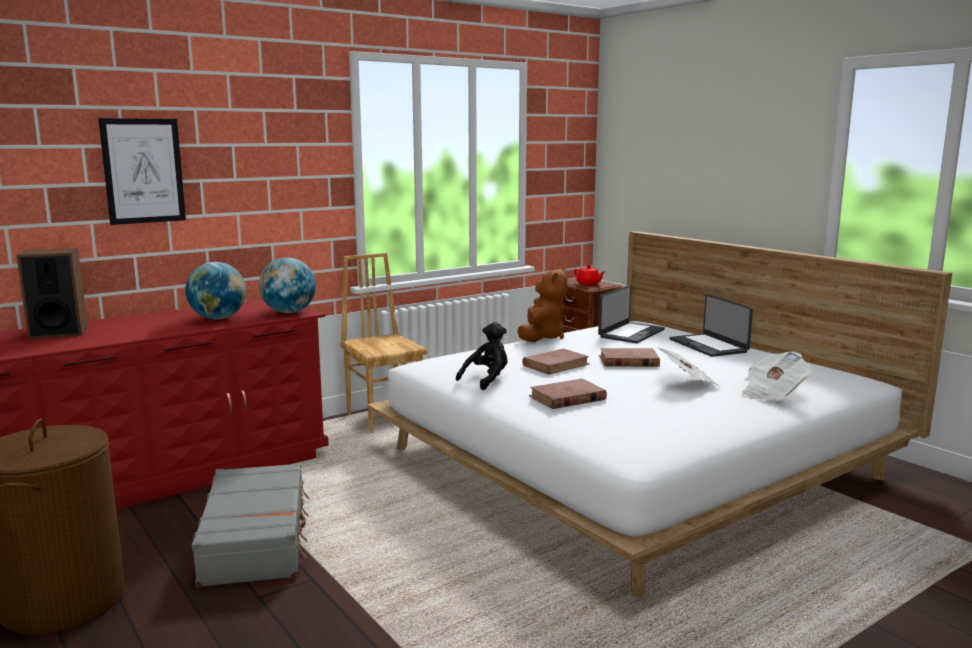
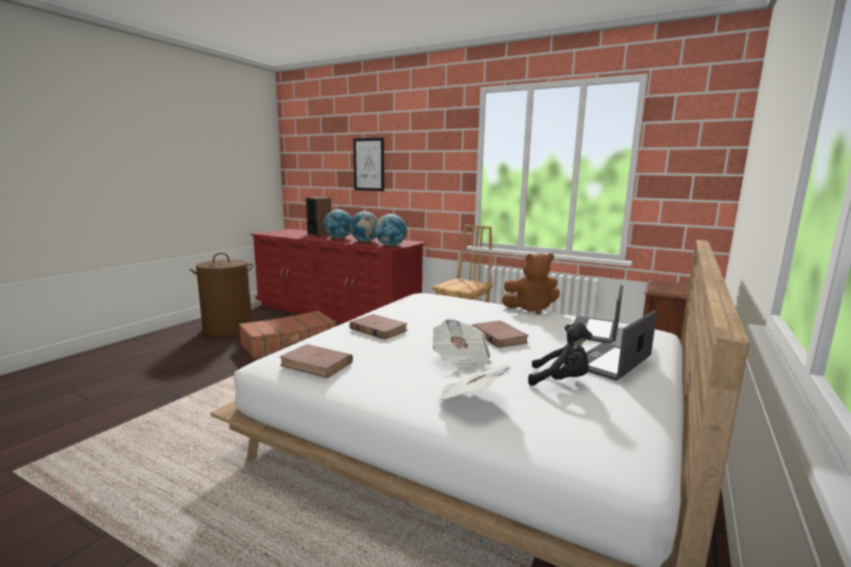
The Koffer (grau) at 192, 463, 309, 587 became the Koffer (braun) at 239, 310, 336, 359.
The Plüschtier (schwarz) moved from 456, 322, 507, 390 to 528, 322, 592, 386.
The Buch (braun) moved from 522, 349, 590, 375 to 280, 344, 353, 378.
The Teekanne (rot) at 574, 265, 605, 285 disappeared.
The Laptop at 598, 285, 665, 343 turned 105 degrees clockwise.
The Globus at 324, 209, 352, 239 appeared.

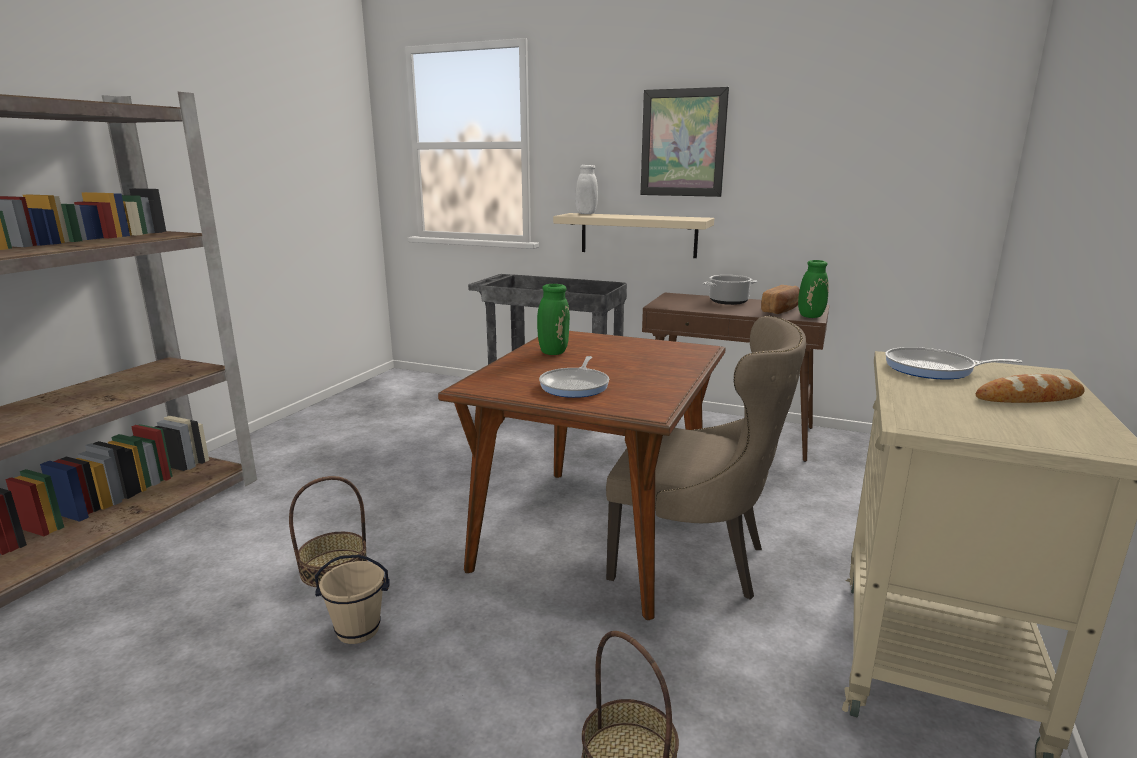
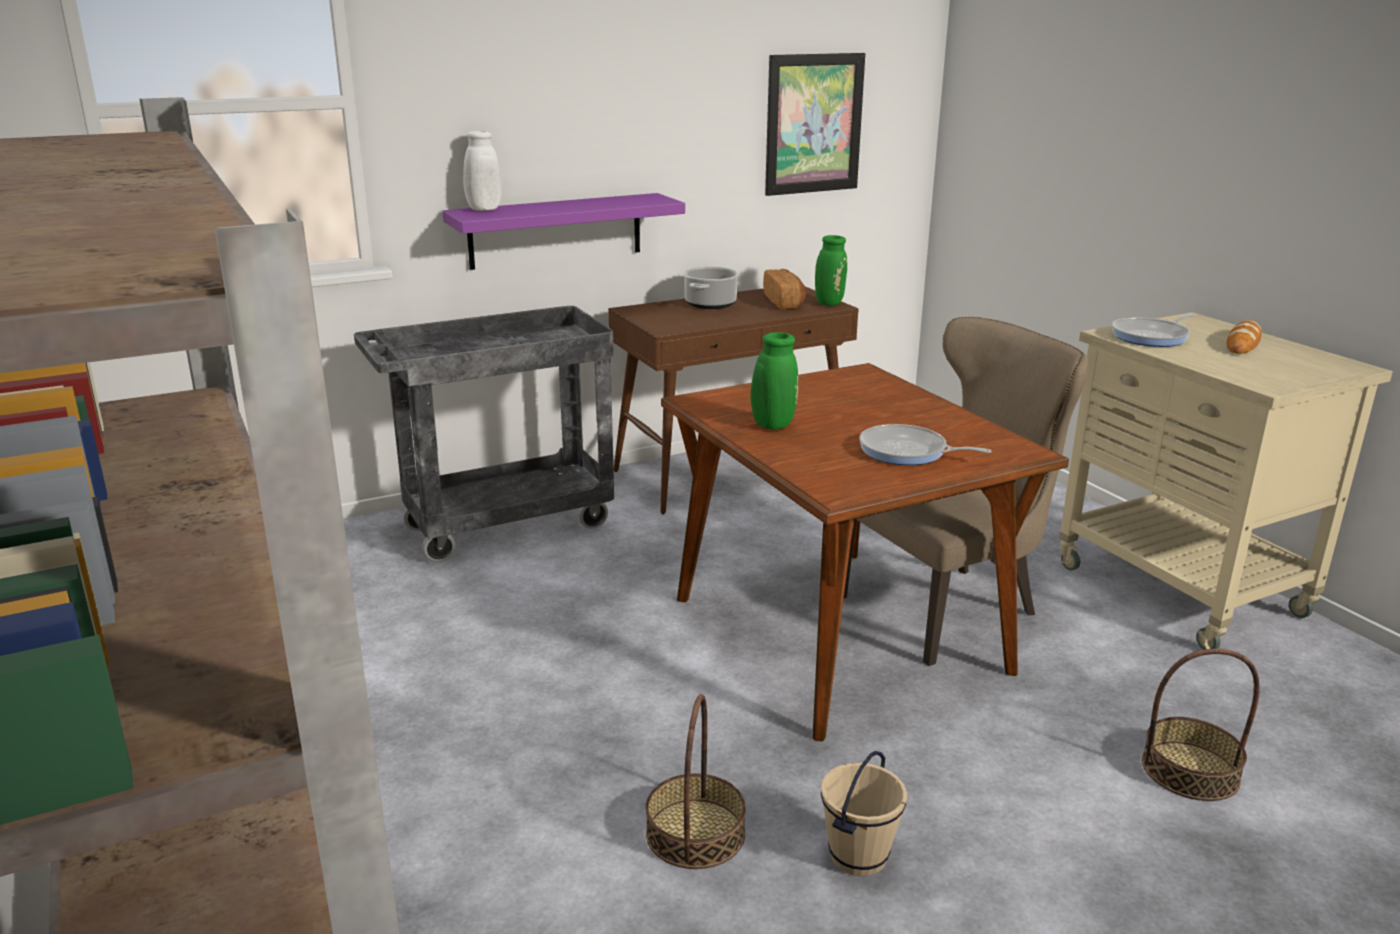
The Pfanne at 539, 356, 609, 398 turned 150 degrees clockwise.
The Wandregal (beige) at 553, 213, 714, 258 became the Wandregal (lila) at 442, 193, 685, 270.
The Bild moved from 641, 87, 729, 197 to 765, 53, 865, 196.

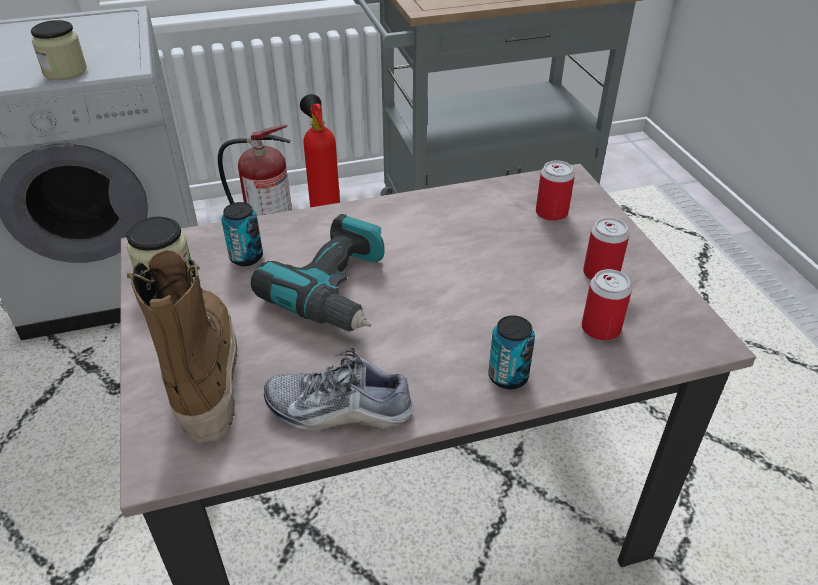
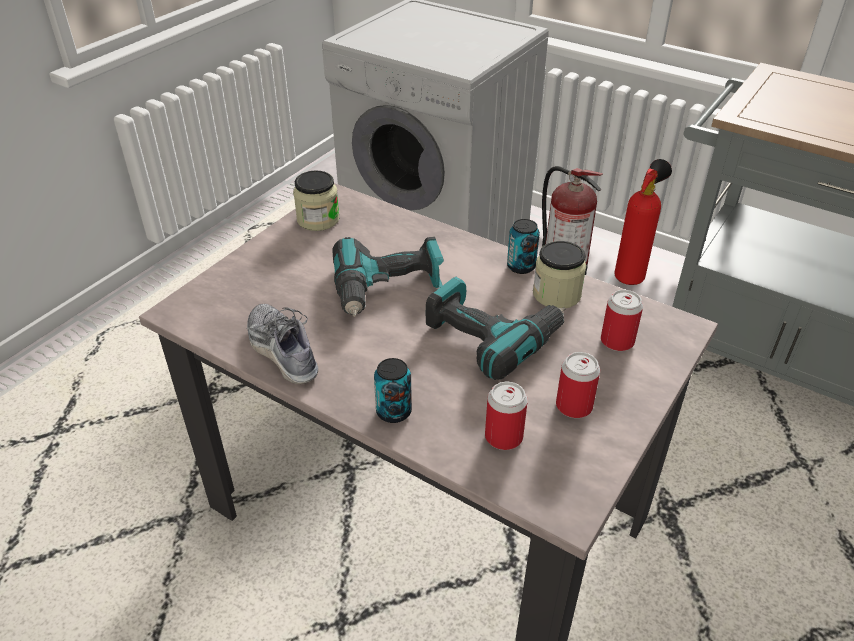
The Vorratsglas moved from 31, 20, 87, 80 to 533, 241, 586, 308.
The Stiefel at 127, 250, 237, 443 disappeared.
The Dose moved from 221, 202, 263, 266 to 507, 219, 540, 274.
The Bohrmaschine at 426, 277, 566, 380 appeared.

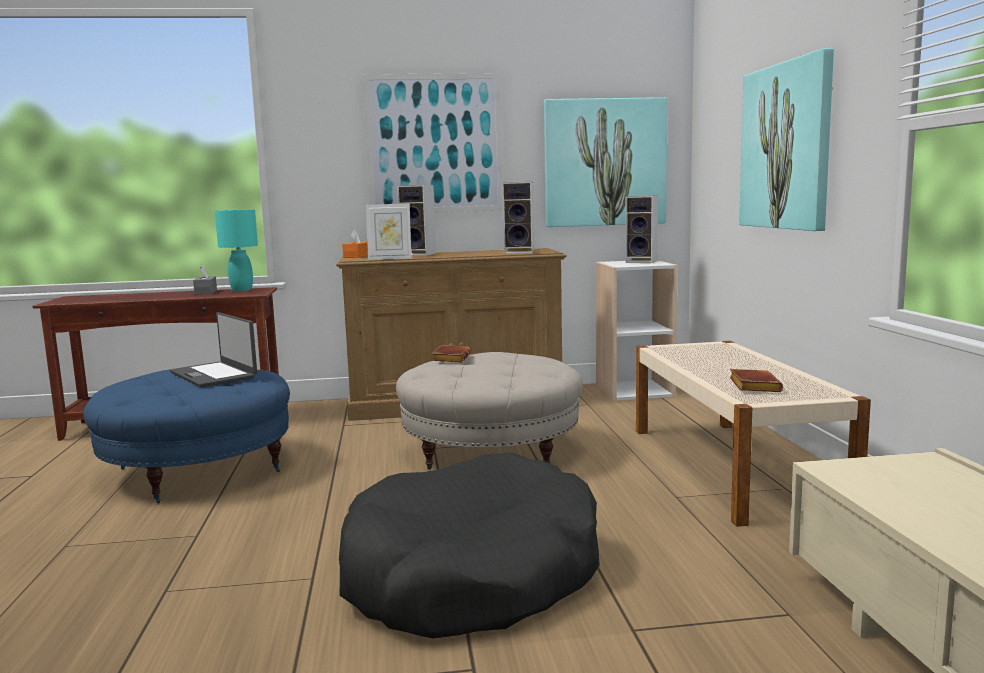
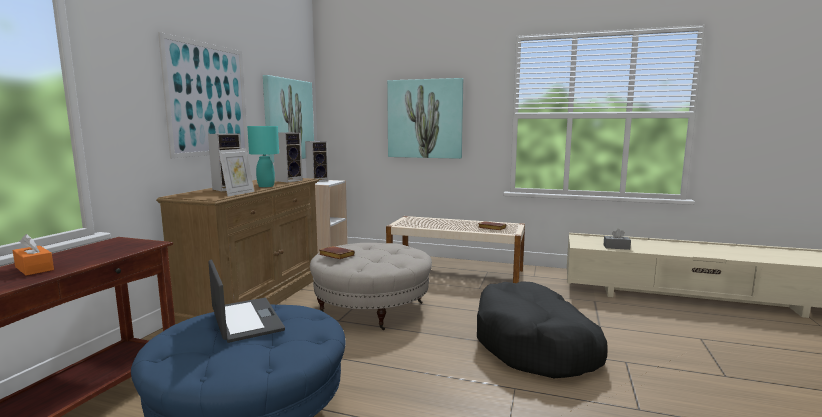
The Laptop at 170, 312, 257, 387 turned 105 degrees counterclockwise.
The Taschentuchbox (grau) moved from 193, 265, 217, 294 to 604, 229, 631, 250.
The Tischlampe (türkis) moved from 215, 209, 258, 291 to 247, 126, 279, 187.
The Taschentuchbox (orange) moved from 342, 230, 368, 258 to 13, 234, 54, 276.

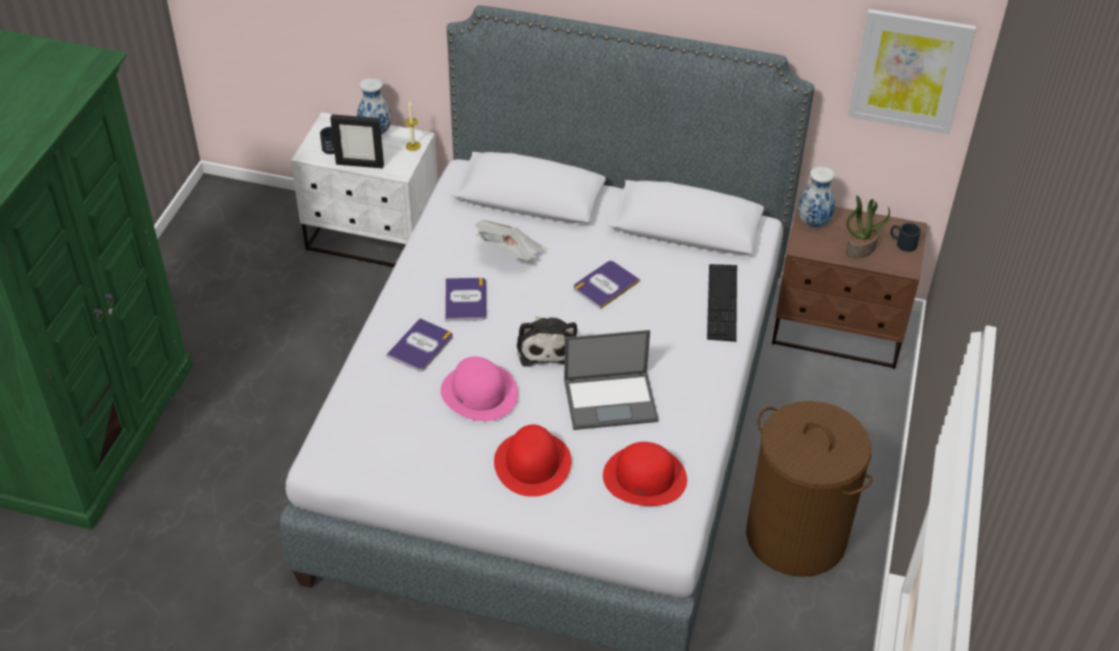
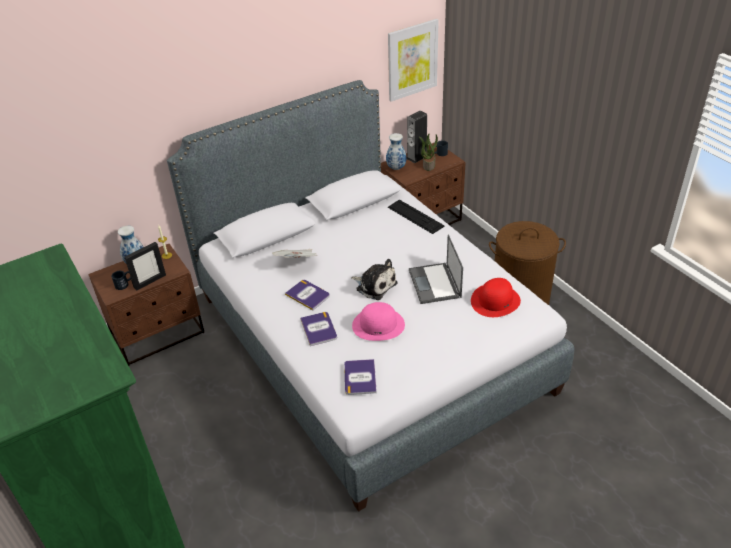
The Nachttisch (weiß) at 291, 112, 438, 267 became the Nachttisch (braun) at 88, 244, 204, 366.
The Hut (rot) at 494, 424, 571, 497 disappeared.
The Laptop at 564, 330, 659, 430 turned 135 degrees clockwise.
The Buch moved from 574, 261, 640, 309 to 344, 359, 377, 395.
The Lautsprecher at 406, 111, 427, 163 appeared.

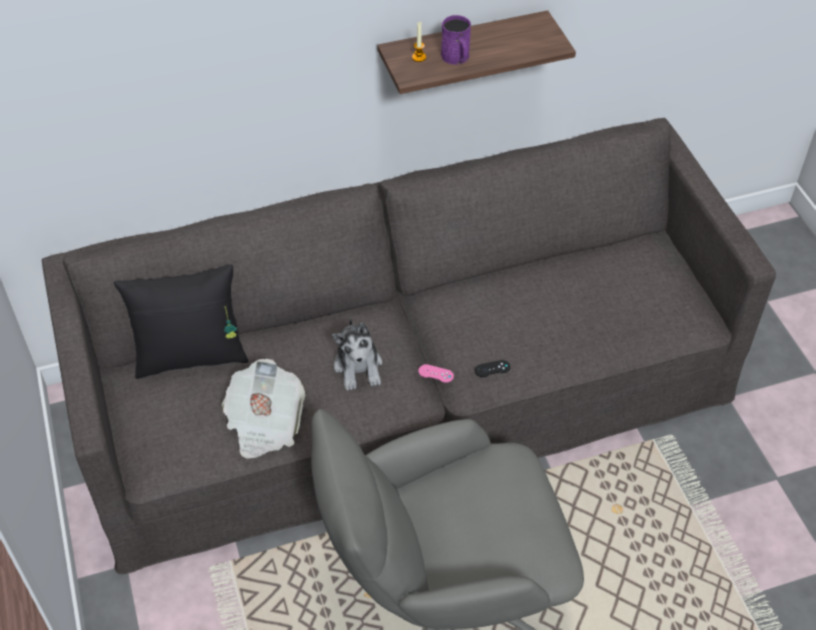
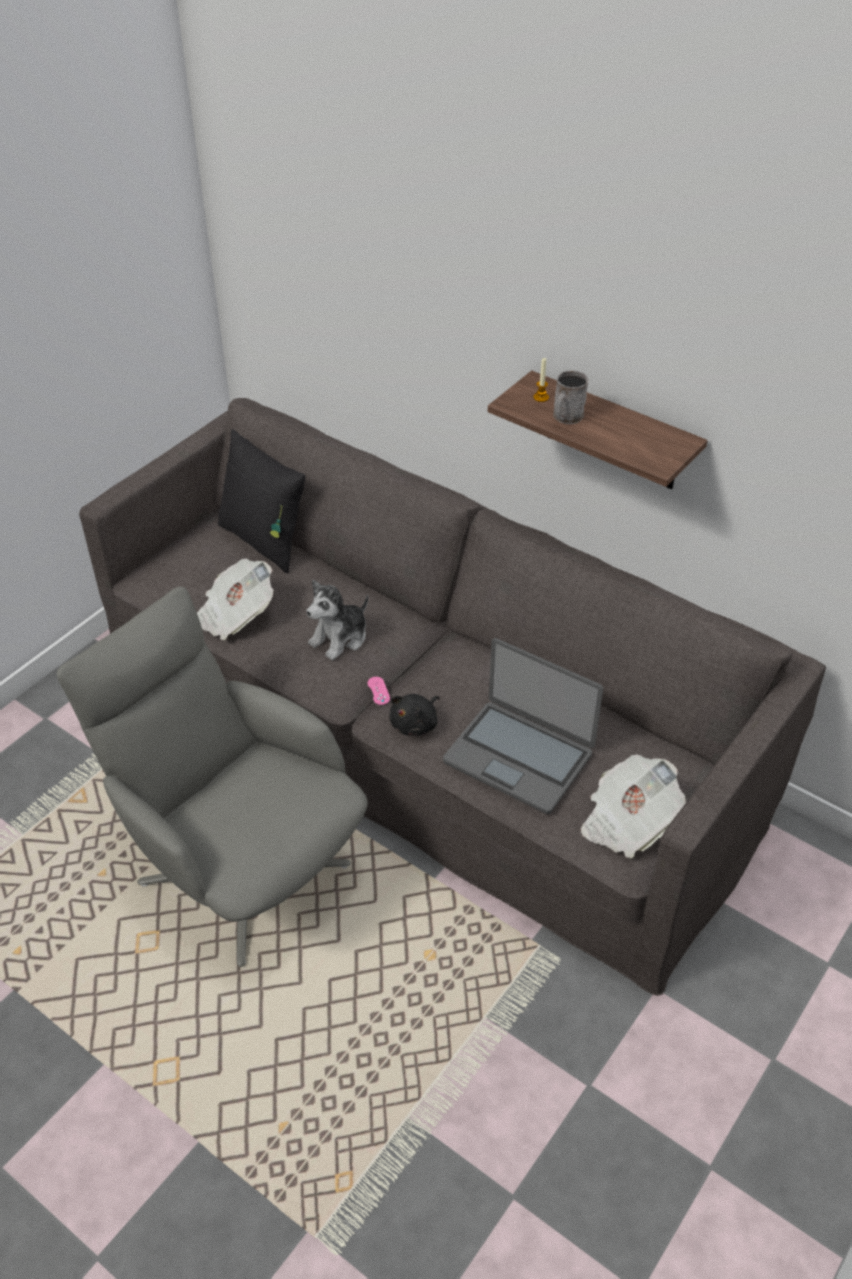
The Henkelbecher (lila) at 441, 15, 471, 65 became the Henkelbecher (grau) at 553, 370, 588, 424.
The Gamepad (schwarz) at 475, 360, 511, 377 was replaced by the Plüschtier (schwarz) at 389, 694, 440, 736.
The Laptop at 443, 638, 603, 814 appeared.
The Zeitung at 581, 754, 686, 858 appeared.

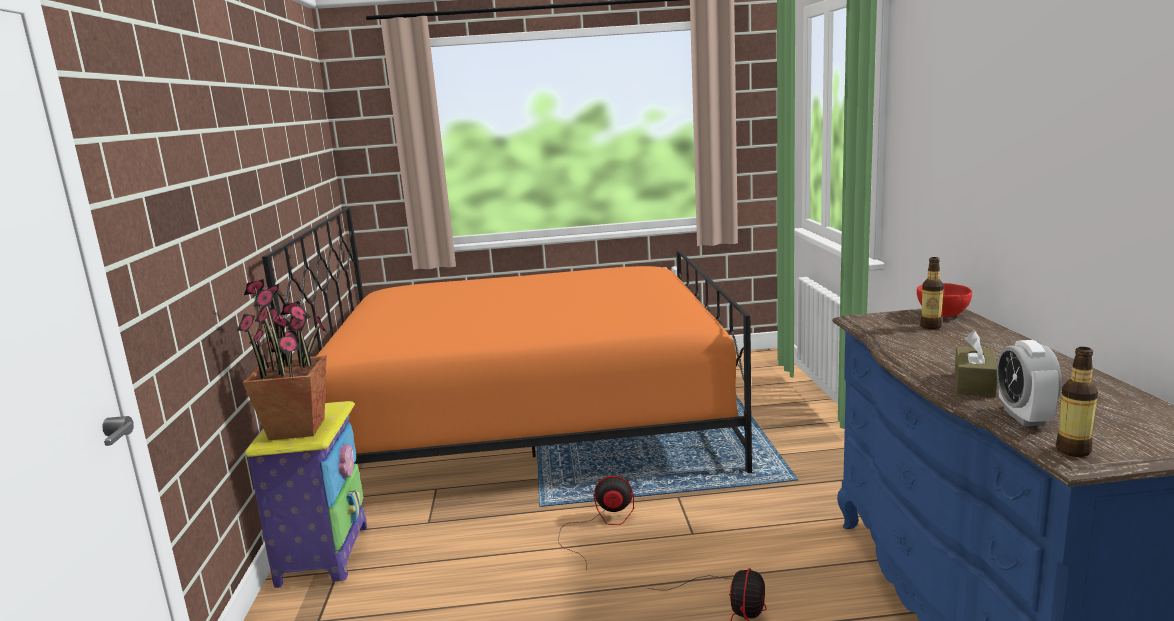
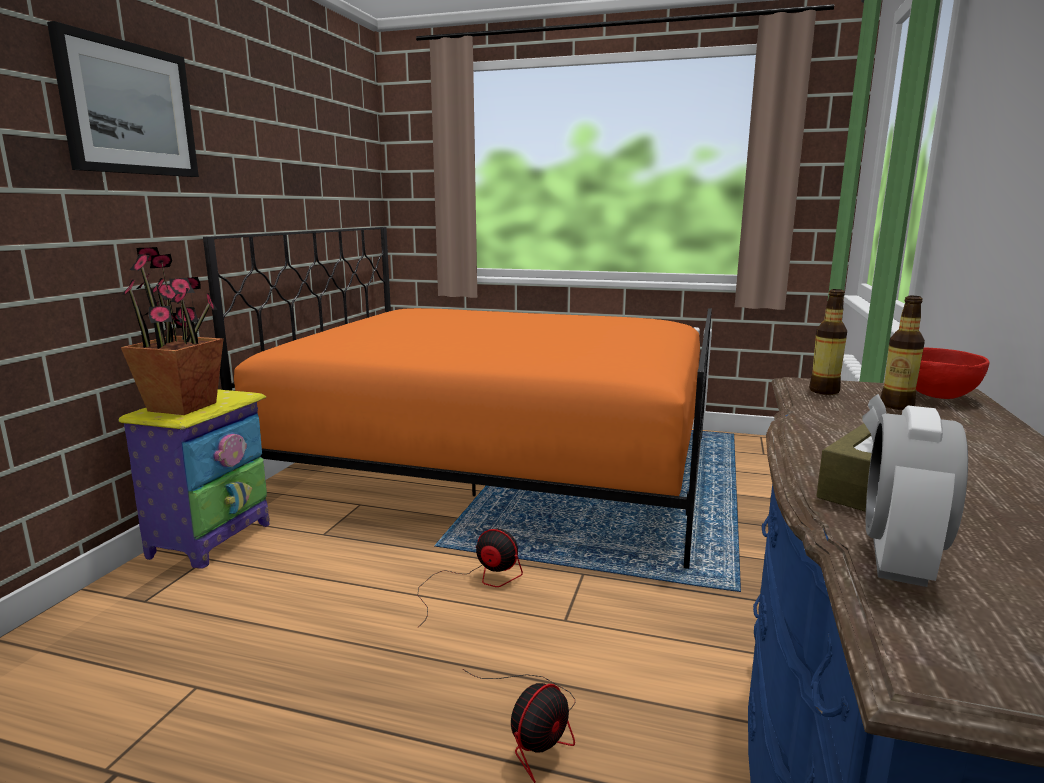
The Flasche moved from 1056, 347, 1098, 457 to 809, 289, 847, 395.
The Bild at 47, 21, 199, 177 appeared.

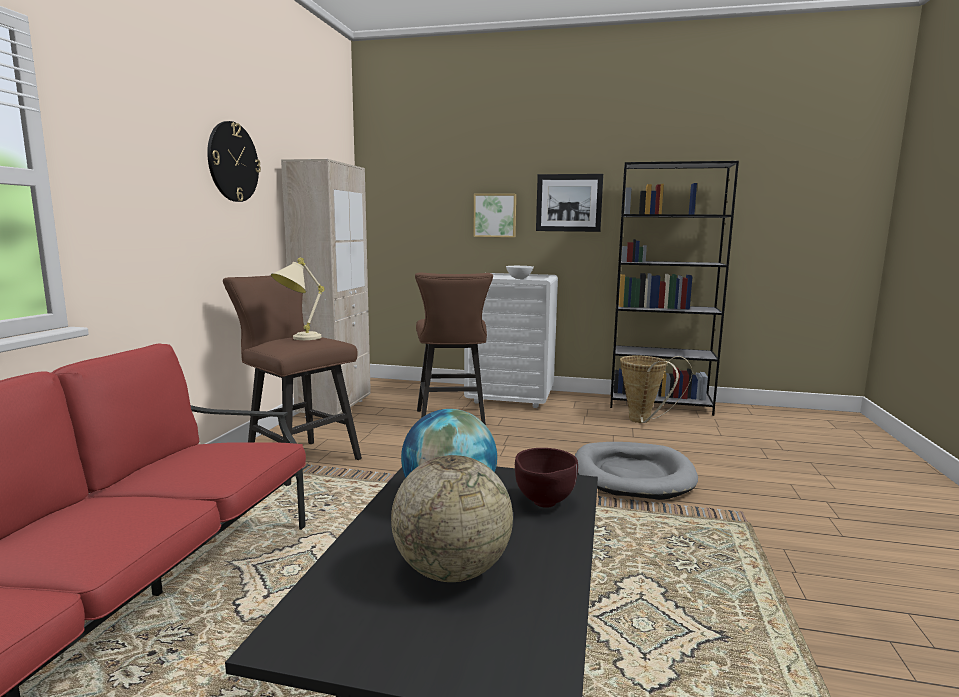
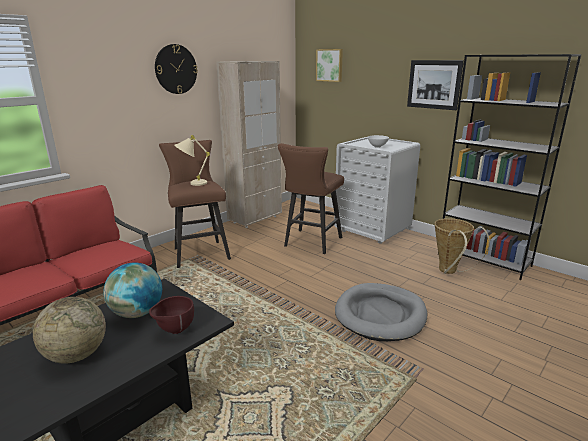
The Bild moved from 473, 194, 516, 237 to 316, 49, 343, 82.

